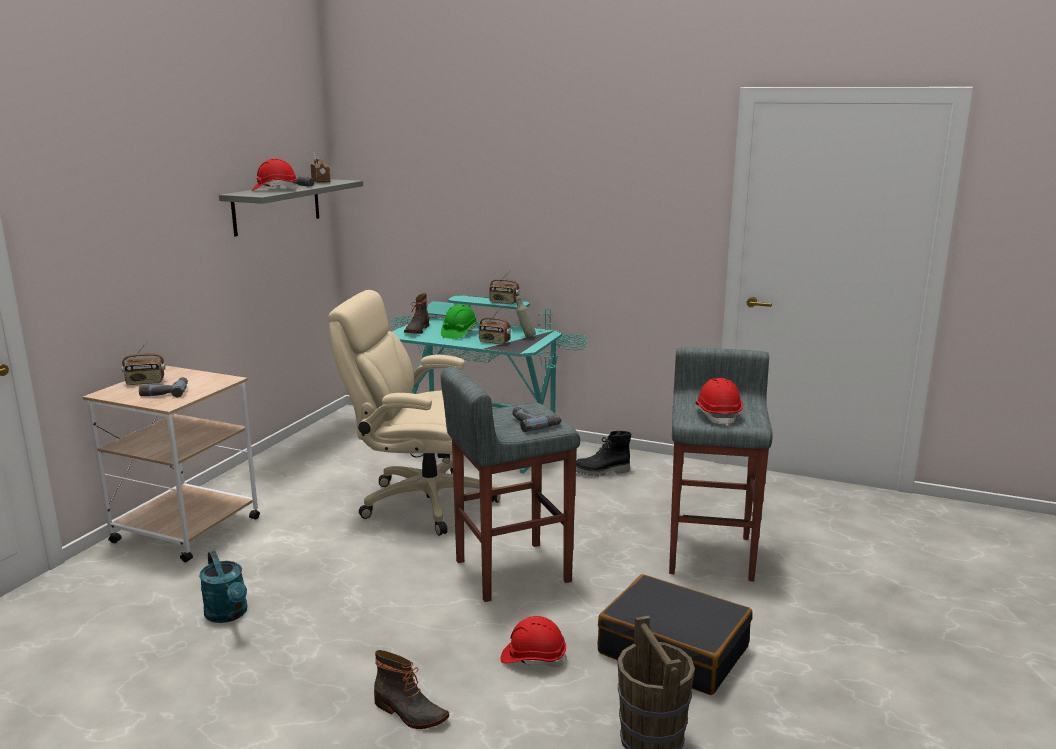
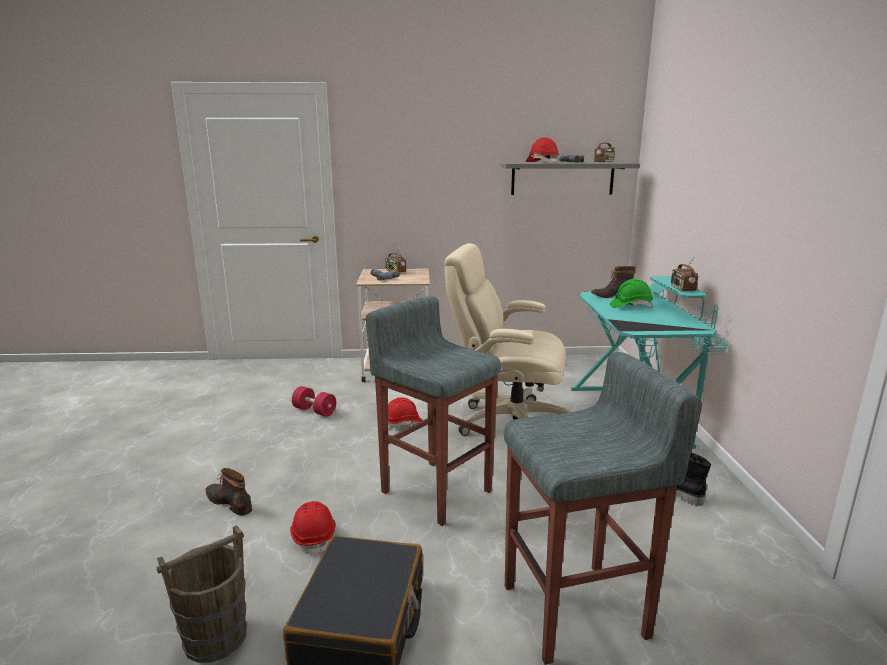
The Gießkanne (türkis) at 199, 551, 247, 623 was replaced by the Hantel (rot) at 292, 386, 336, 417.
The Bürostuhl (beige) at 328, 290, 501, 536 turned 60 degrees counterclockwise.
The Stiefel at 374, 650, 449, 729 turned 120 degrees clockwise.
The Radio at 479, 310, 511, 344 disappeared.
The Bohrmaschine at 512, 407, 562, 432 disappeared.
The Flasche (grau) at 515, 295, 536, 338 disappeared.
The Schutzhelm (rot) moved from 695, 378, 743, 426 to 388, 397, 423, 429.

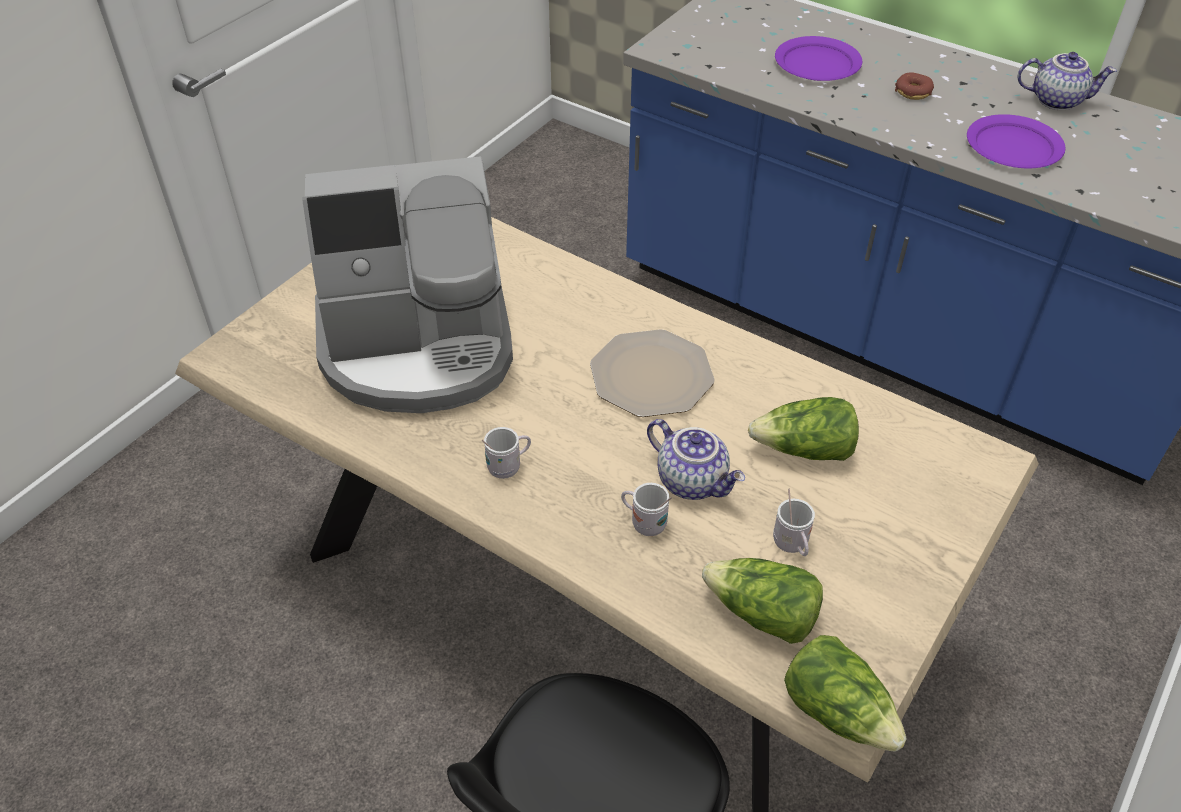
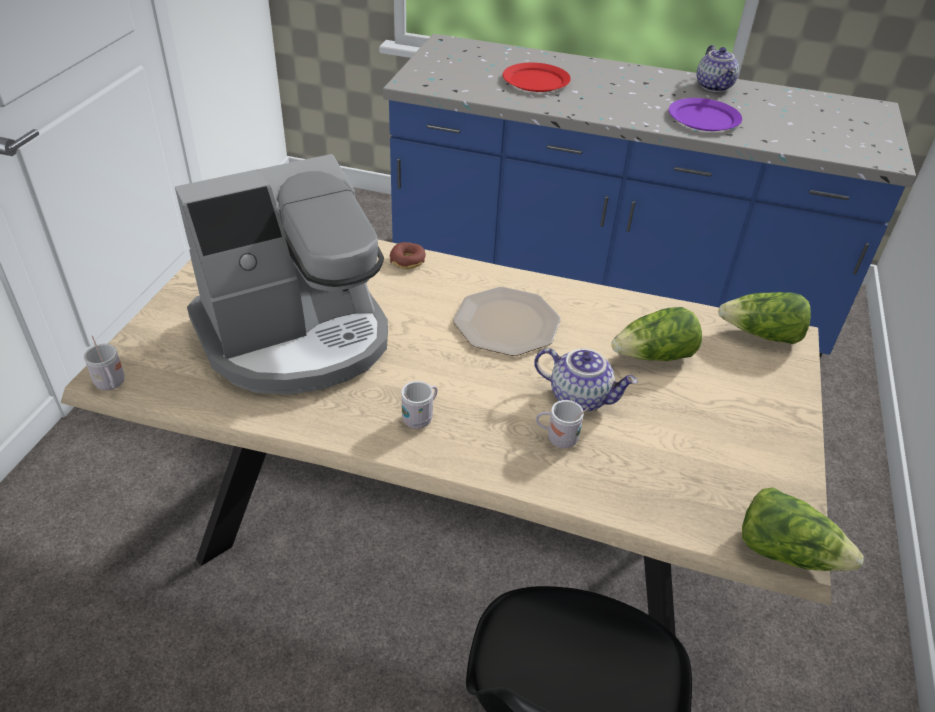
The Salatkopf moved from 702, 558, 823, 644 to 718, 292, 811, 344.
The Henkelbecher (weiß) moved from 773, 489, 815, 556 to 84, 336, 124, 390.
The Teller (lila) at 775, 36, 862, 81 became the Teller (rot) at 503, 63, 571, 92.
The Donut moved from 895, 72, 934, 100 to 390, 242, 426, 269.
The Teekanne at 1018, 52, 1117, 110 turned 90 degrees clockwise.

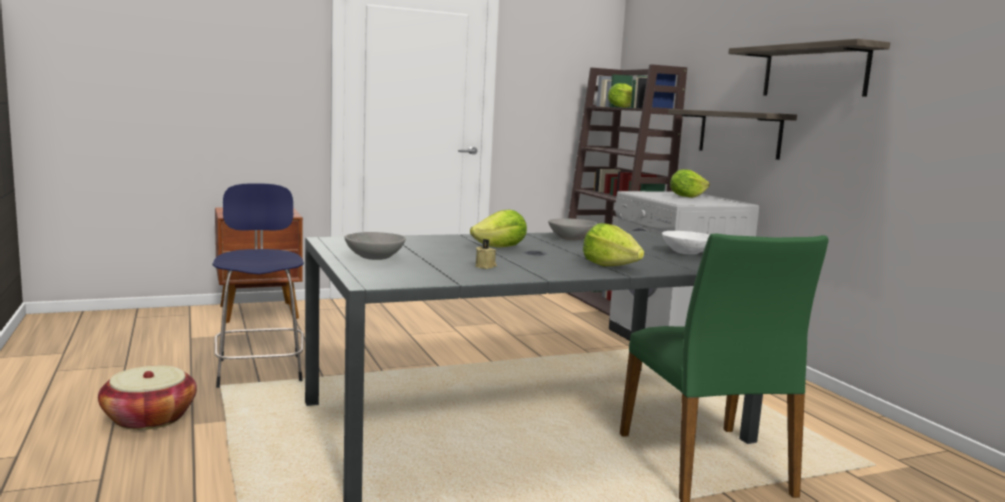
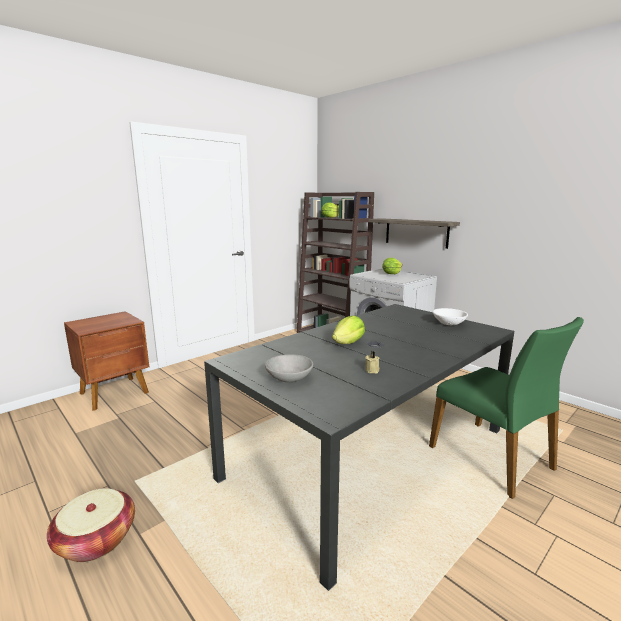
The Hocker (blau) at 212, 183, 304, 388 disappeared.
The Schüssel (grau) at 548, 218, 597, 240 disappeared.
The Salatkopf at 583, 223, 644, 266 disappeared.
The Wandregal at 728, 39, 890, 97 disappeared.

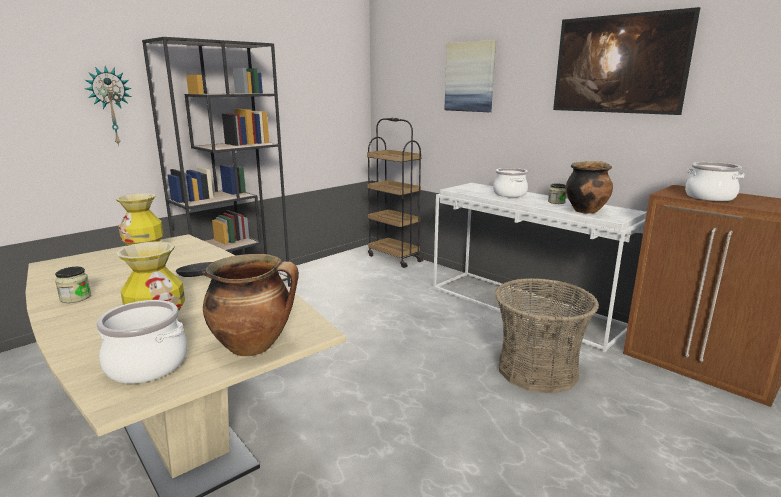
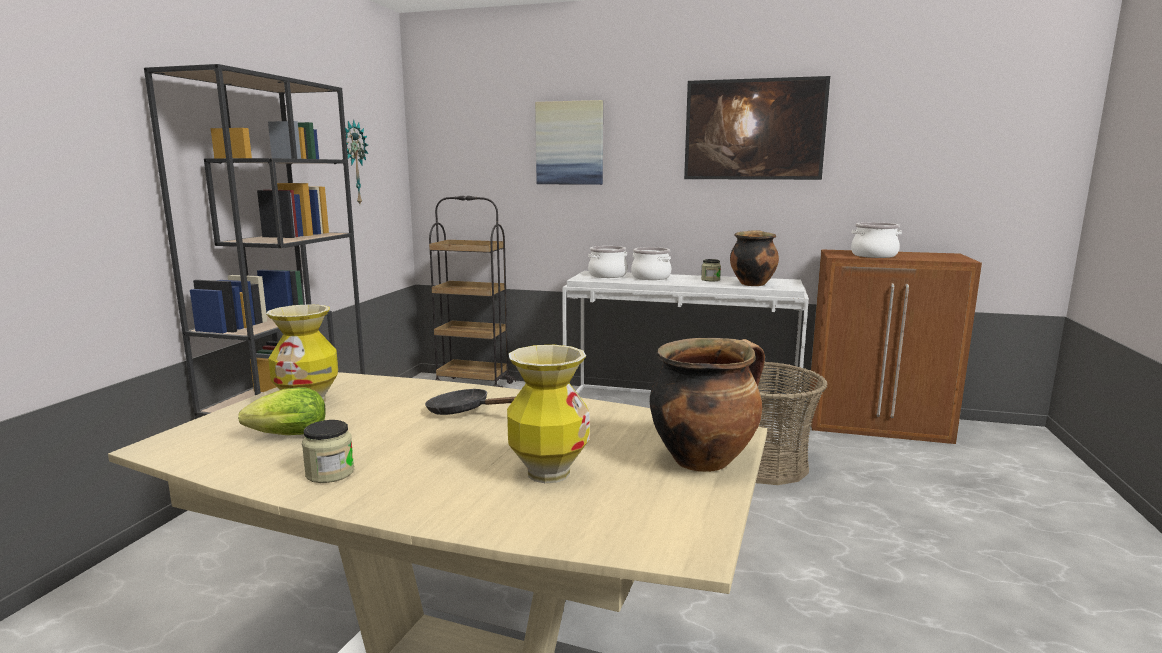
The Wanduhr moved from 85, 66, 132, 146 to 341, 120, 368, 204.
The Kochtopf moved from 96, 300, 187, 383 to 588, 246, 628, 278.
The Salatkopf at 238, 387, 326, 435 appeared.

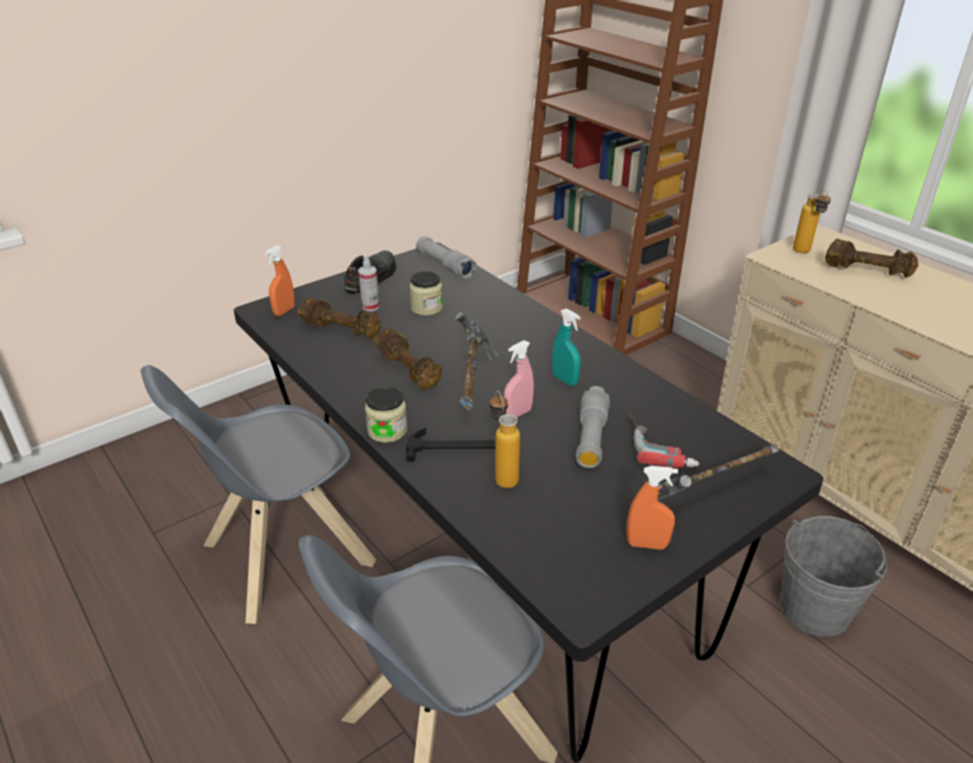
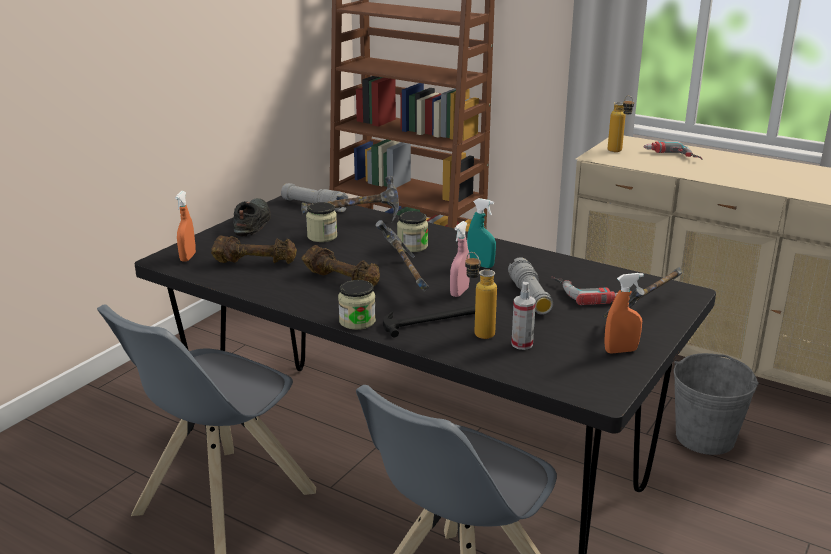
The Sprühflasche moved from 358, 254, 380, 311 to 511, 282, 536, 350.
The Hantel (braun) at 825, 239, 918, 278 was replaced by the Bohrmaschine at 643, 141, 703, 160.
The Hammer at 301, 176, 399, 223 appeared.
The Vorratsglas at 397, 211, 428, 252 appeared.

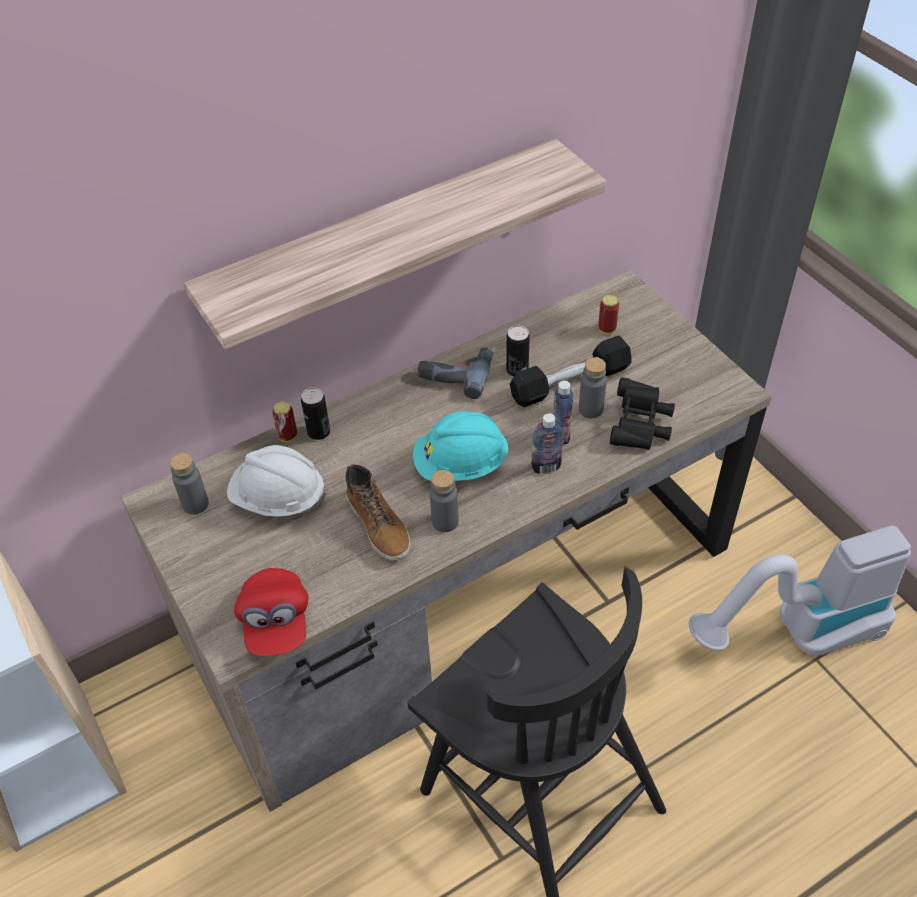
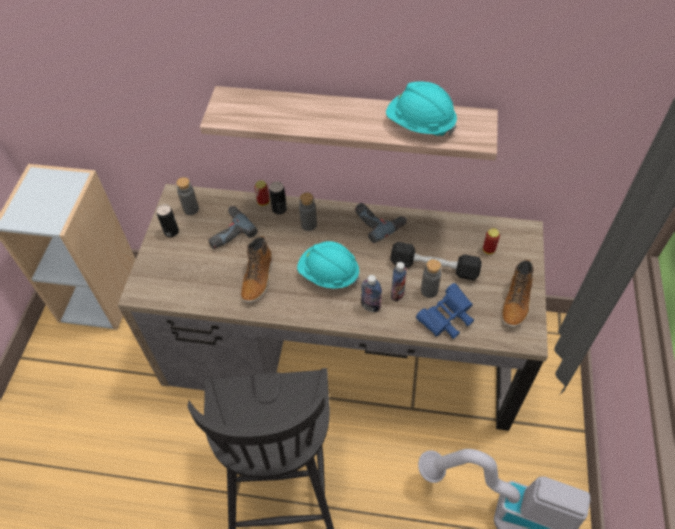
The Schutzhelm (weiß) at 227, 445, 327, 517 was replaced by the Bohrmaschine at 208, 206, 258, 249.
The Kappe (rot) at 234, 568, 309, 656 disappeared.
The Flasche (grau) moved from 430, 470, 459, 532 to 299, 193, 317, 231.
The Dose moved from 506, 325, 530, 376 to 156, 204, 179, 237.
The Fernglas (schwarz) at 610, 377, 675, 450 became the Fernglas (blau) at 416, 283, 474, 339.
The Schutzhelm (türkis) at 386, 81, 457, 136 appeared.
The Stiefel at 501, 259, 533, 328 appeared.

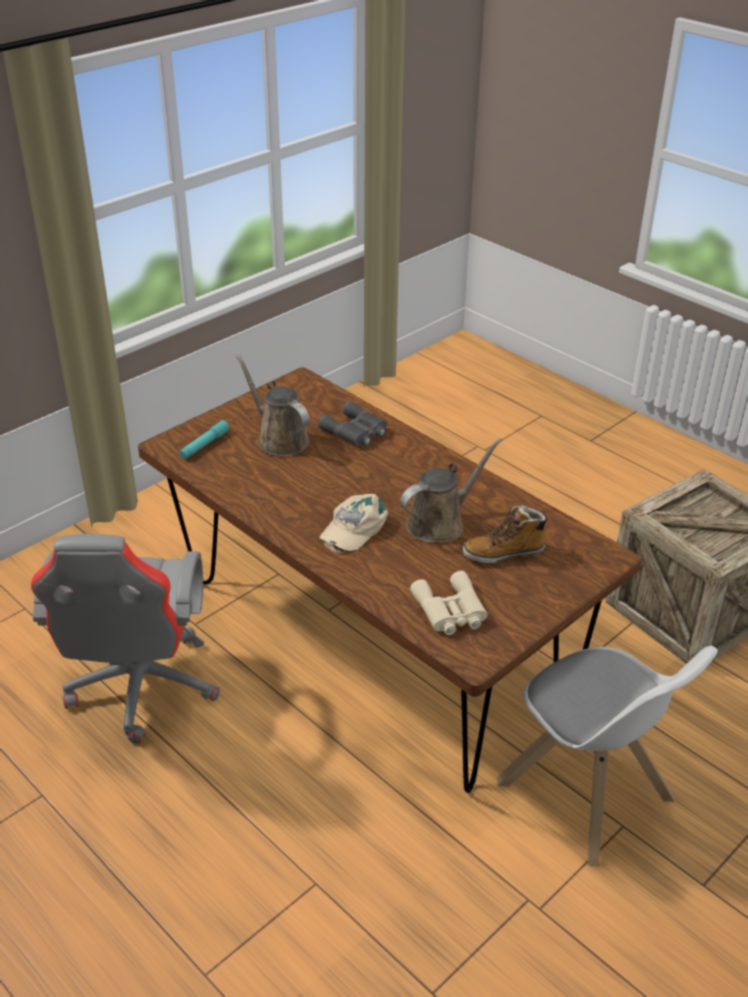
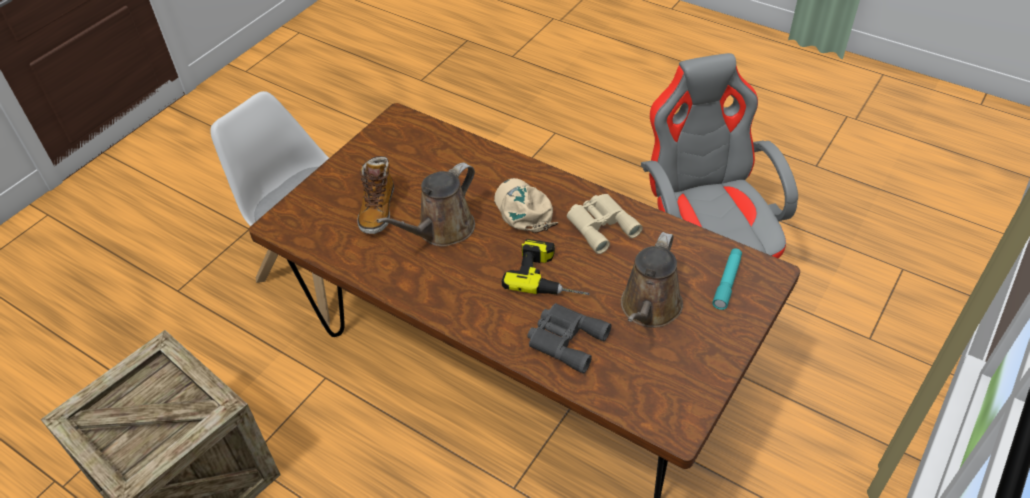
The Gießkanne (braun) at 236, 354, 310, 456 turned 75 degrees clockwise.
The Kappe (beige) at 320, 494, 388, 553 turned 45 degrees counterclockwise.
The Fernglas (beige) moved from 410, 571, 488, 635 to 567, 194, 643, 254.
The Stiefel at 463, 505, 549, 563 turned 120 degrees clockwise.
The Bohrmaschine at 502, 239, 590, 295 appeared.

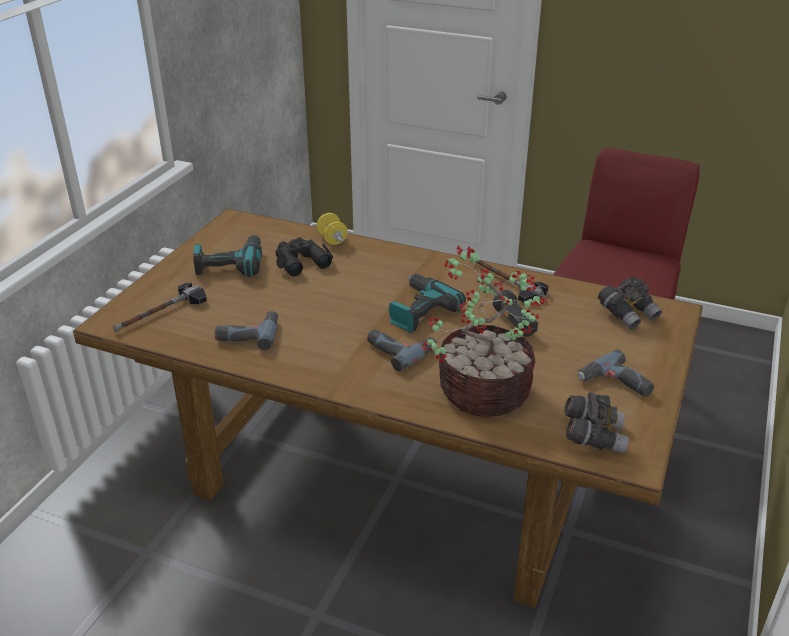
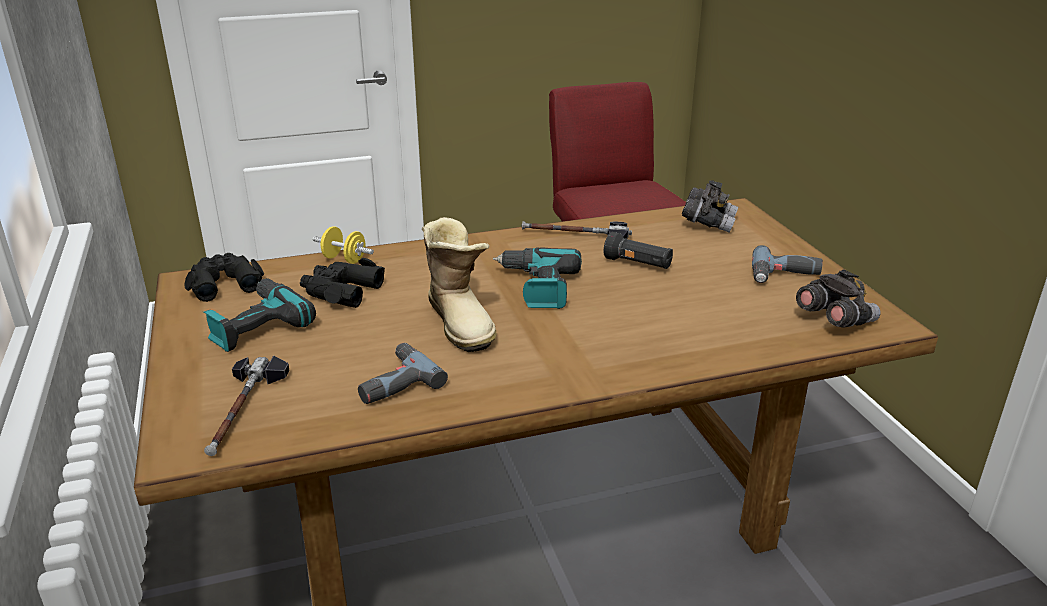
The Bohrmaschine at 367, 329, 437, 372 disappeared.
The Topfpflanze at 422, 245, 548, 417 disappeared.
The Fernglas (schwarz) at 185, 253, 264, 302 appeared.
The Stiefel at 422, 217, 497, 352 appeared.

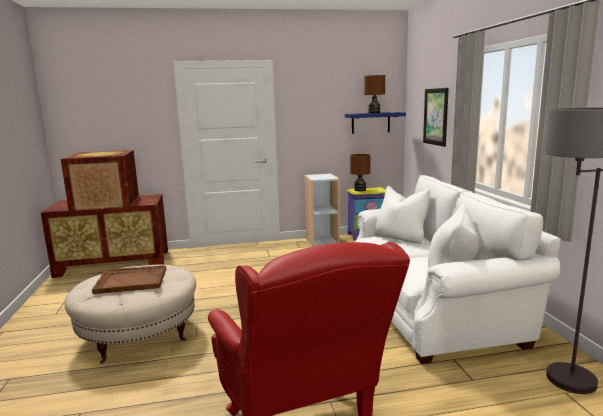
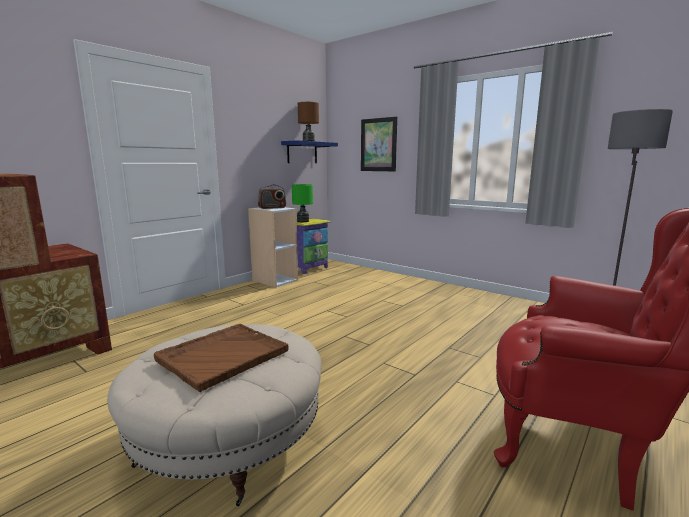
The Tischlampe (braun) at 350, 154, 371, 191 became the Tischlampe (grün) at 292, 184, 313, 222.
The Sofa (weiß) at 354, 175, 561, 364 disappeared.
The Radio at 258, 184, 286, 209 appeared.

